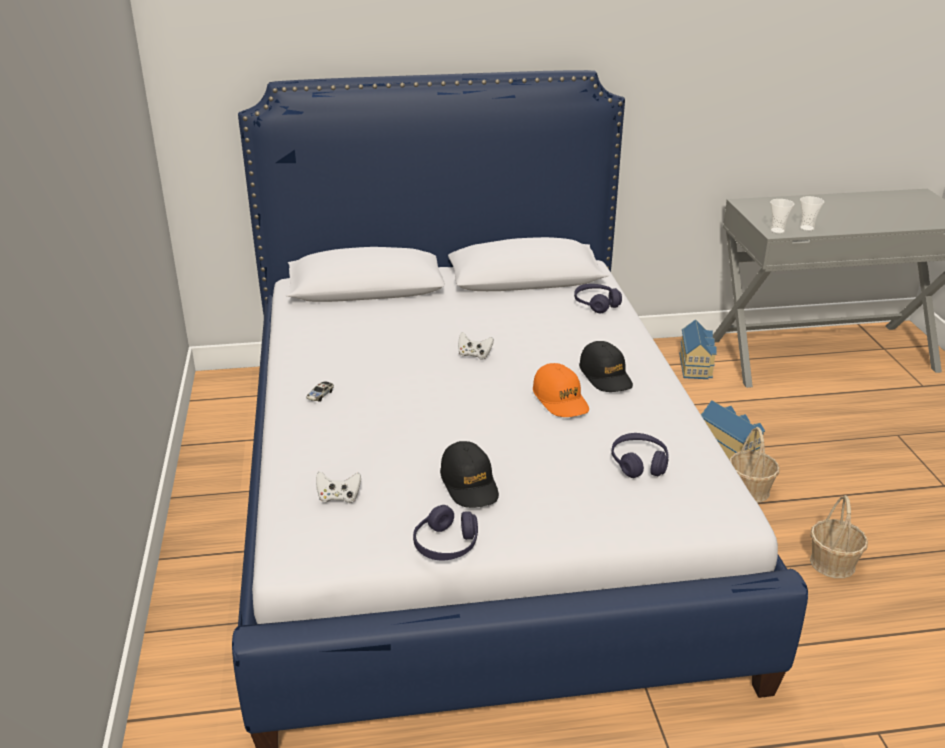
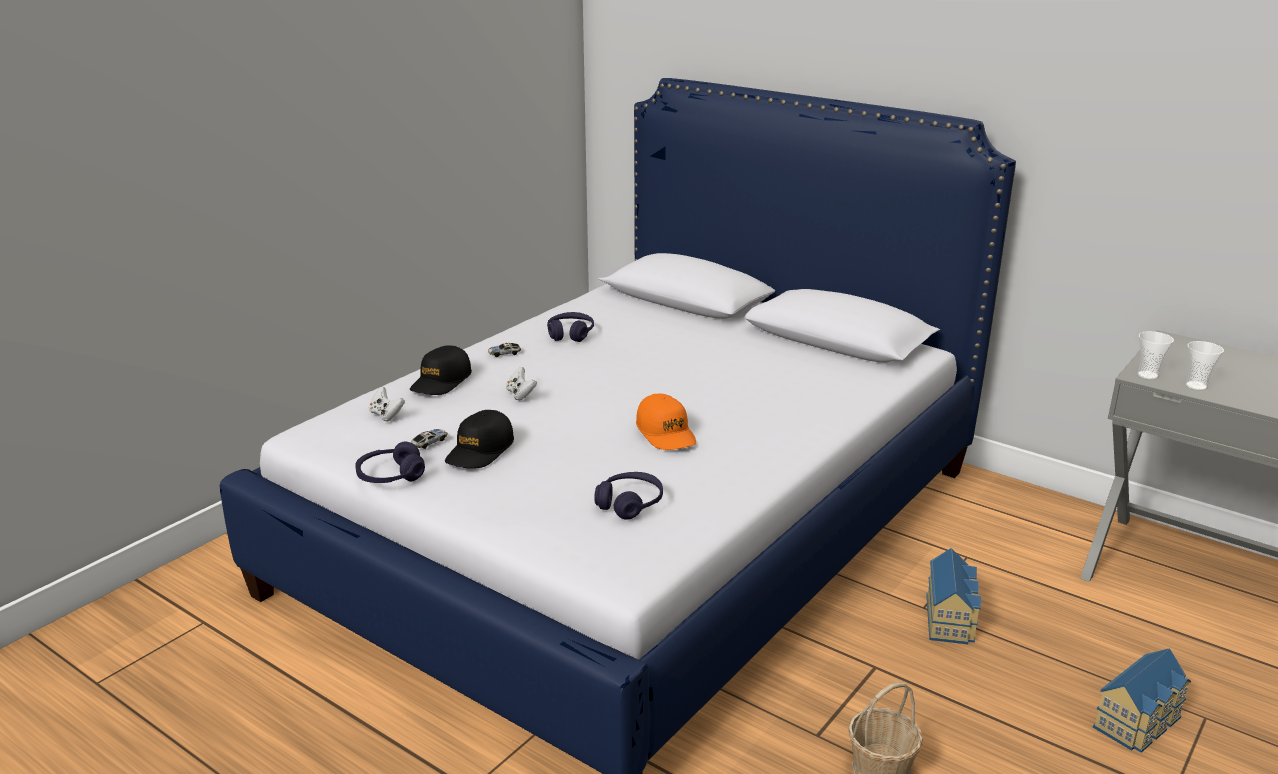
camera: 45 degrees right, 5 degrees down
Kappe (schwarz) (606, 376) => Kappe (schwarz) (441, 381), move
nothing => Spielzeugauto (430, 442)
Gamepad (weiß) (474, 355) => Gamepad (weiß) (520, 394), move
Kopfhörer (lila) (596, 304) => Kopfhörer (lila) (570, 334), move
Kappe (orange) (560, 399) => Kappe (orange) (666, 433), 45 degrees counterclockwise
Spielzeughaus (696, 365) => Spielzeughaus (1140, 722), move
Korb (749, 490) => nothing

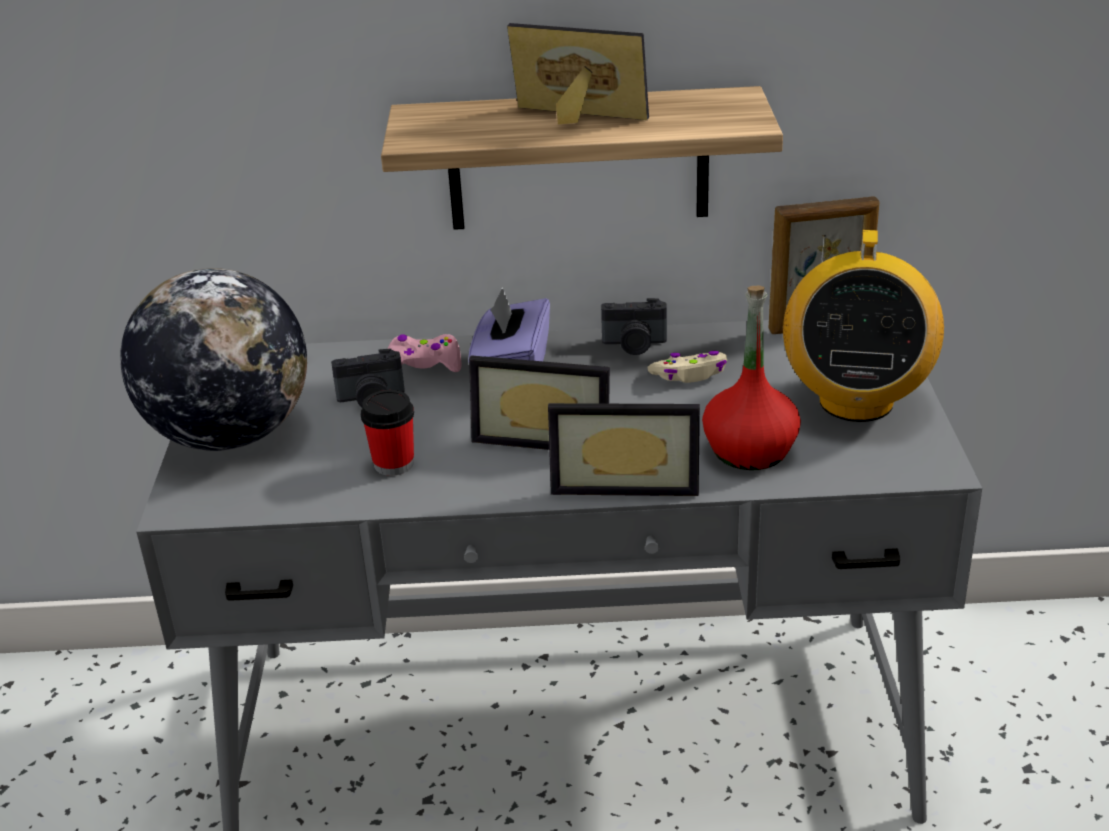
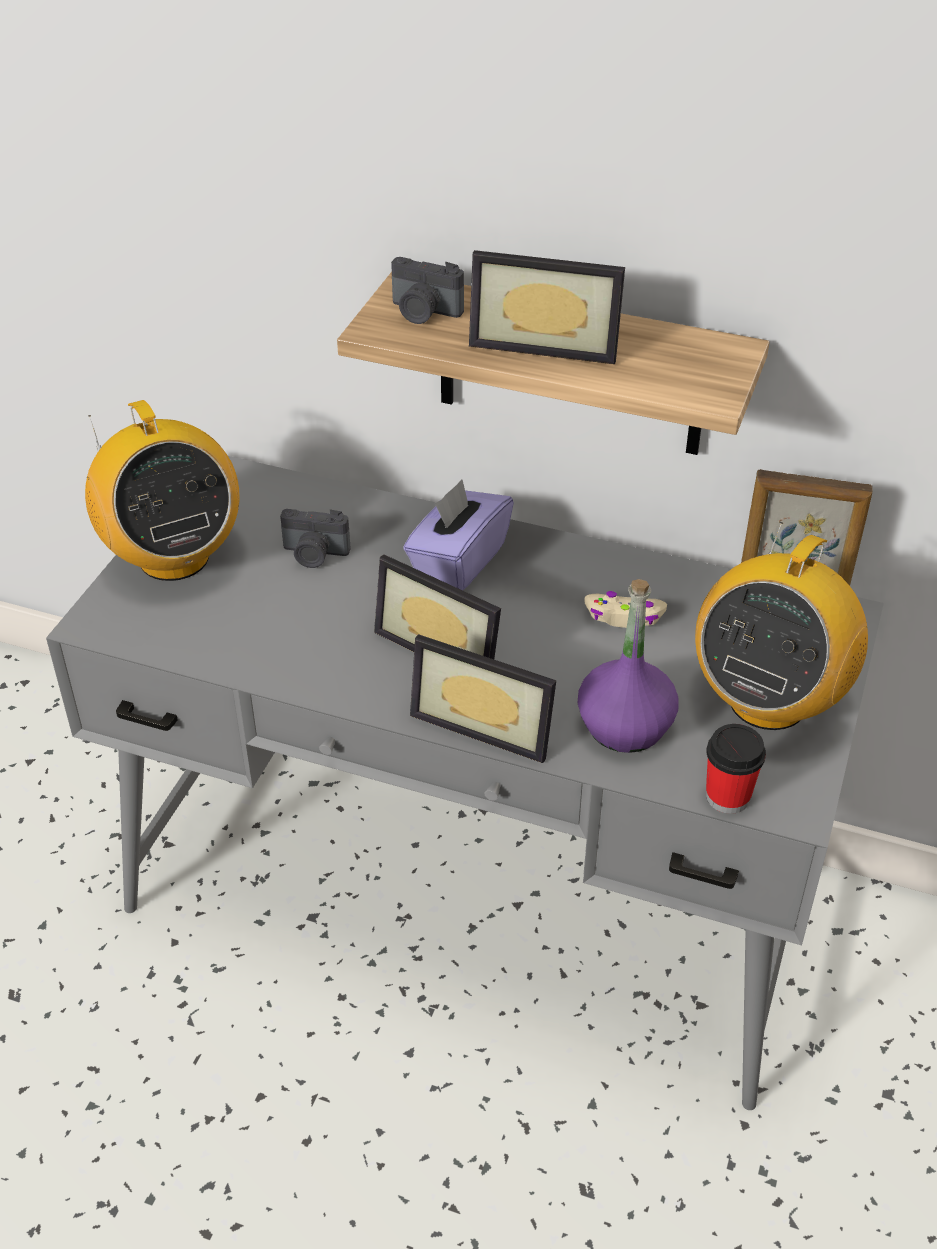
camera: 20 degrees right, 10 degrees up
Globus (230, 435) => Radio (173, 557)
Kamera (634, 345) => Kamera (423, 312), move
Bilderrahmen (574, 120) => Bilderrahmen (546, 342), 150 degrees clockwise
Flasche (rot) (749, 450) => Flasche (lila) (624, 726)
Tasse (393, 464) => Tasse (727, 796), move
Gamepad (rosa) (424, 364) => nothing

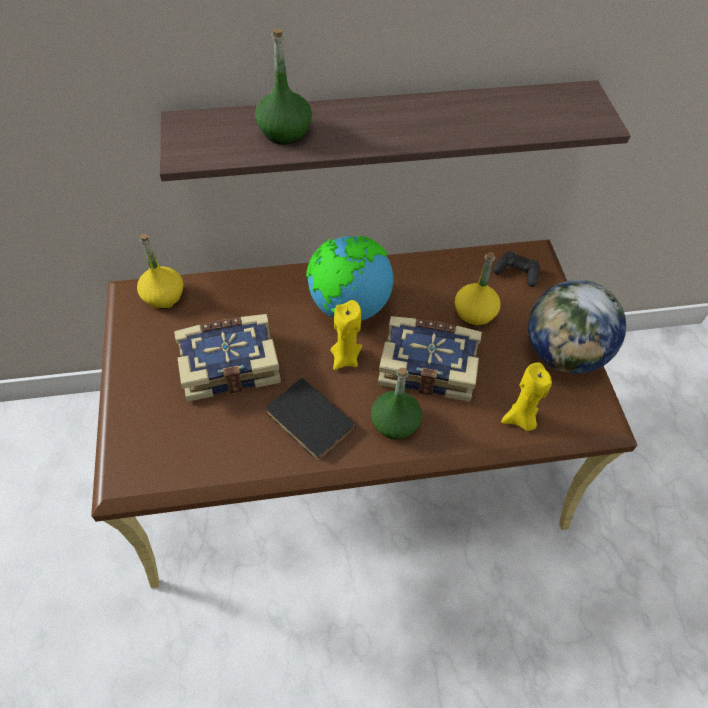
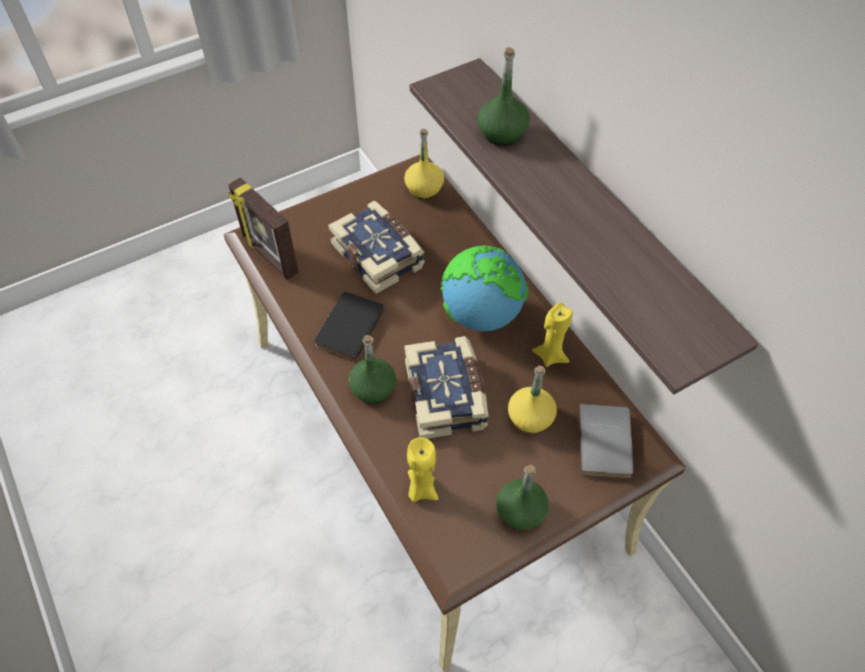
camera: 70 degrees right, 0 degrees up
nothing => Bilderrahmen (269, 256)
Globus (563, 354) => Flasche (grün) (520, 511)
Kerze (gelb) (345, 358) => Kerze (gelb) (550, 356), move
Gamepad (schwarz) (516, 273) => Buch (grau) (607, 442)

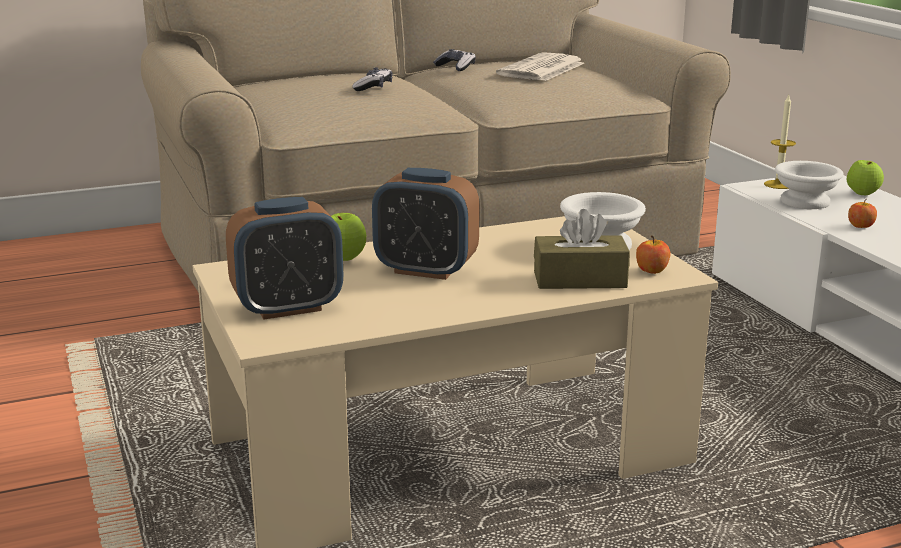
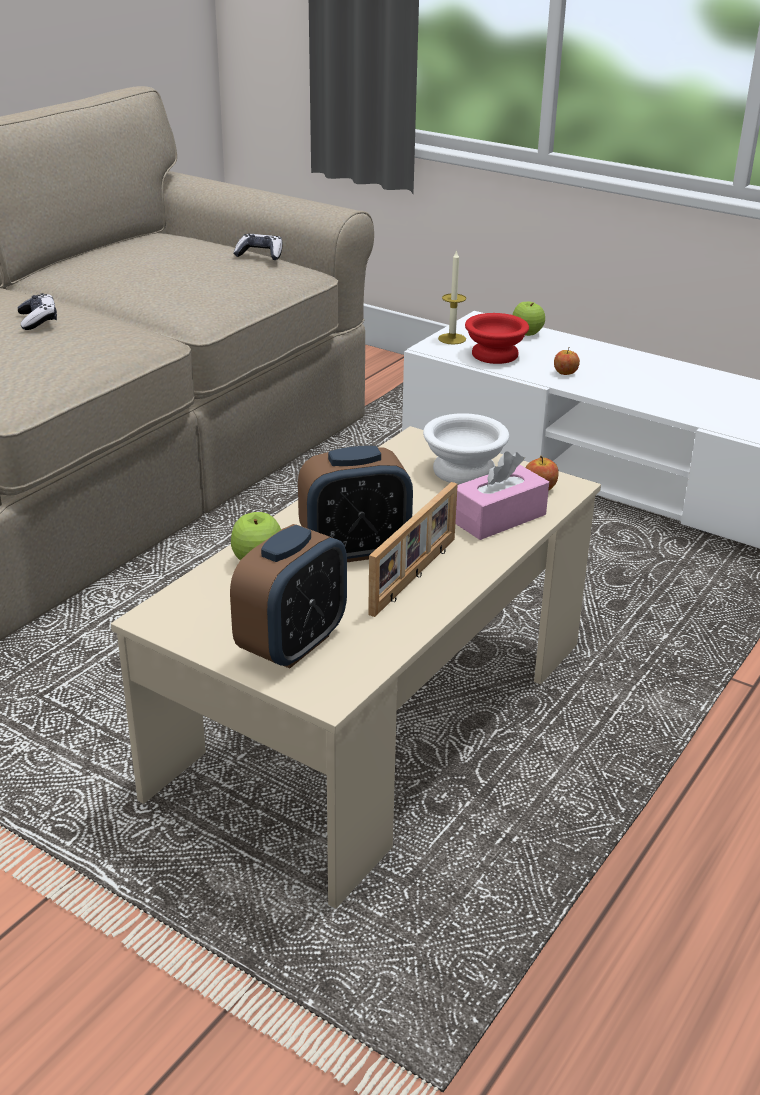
camera: 35 degrees left, 10 degrees up
Gamepad (455, 67) => Gamepad (260, 255), move
nothing => Bilderrahmen (416, 576)
Taschentuchbox (braun) (580, 279) => Taschentuchbox (rosa) (498, 517)
Schüssel (weiß) (804, 201) => Schüssel (rot) (493, 354)
Zeitung (541, 69) => nothing

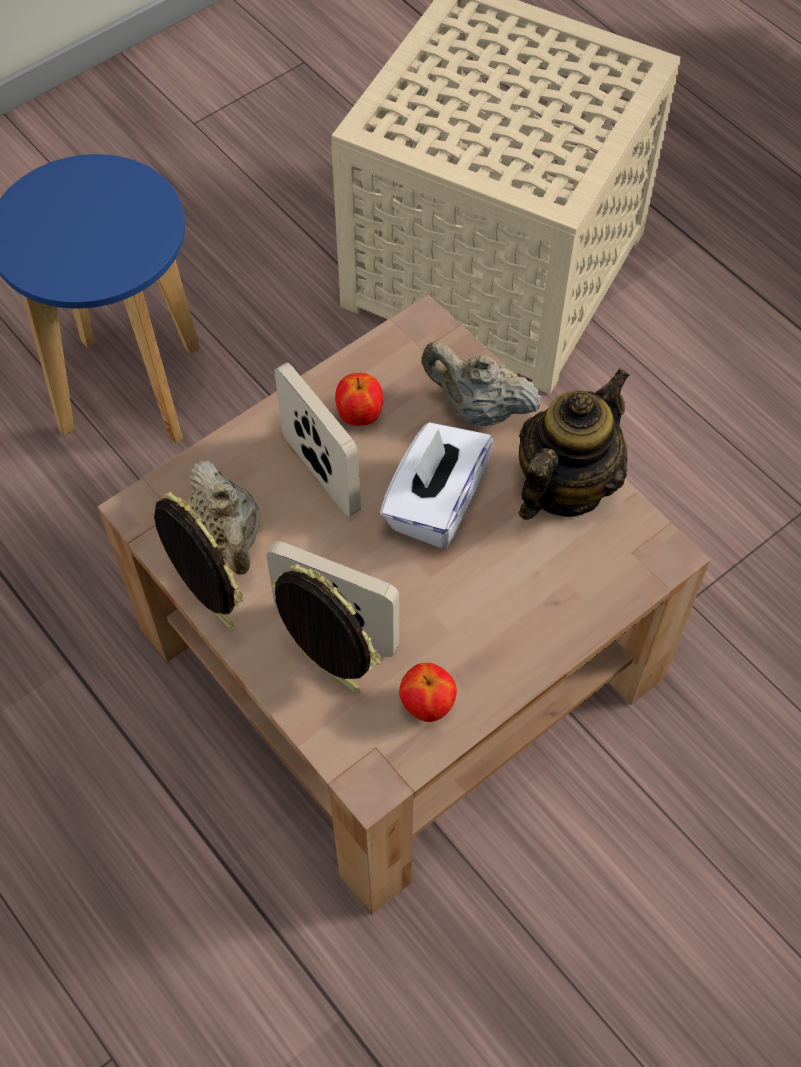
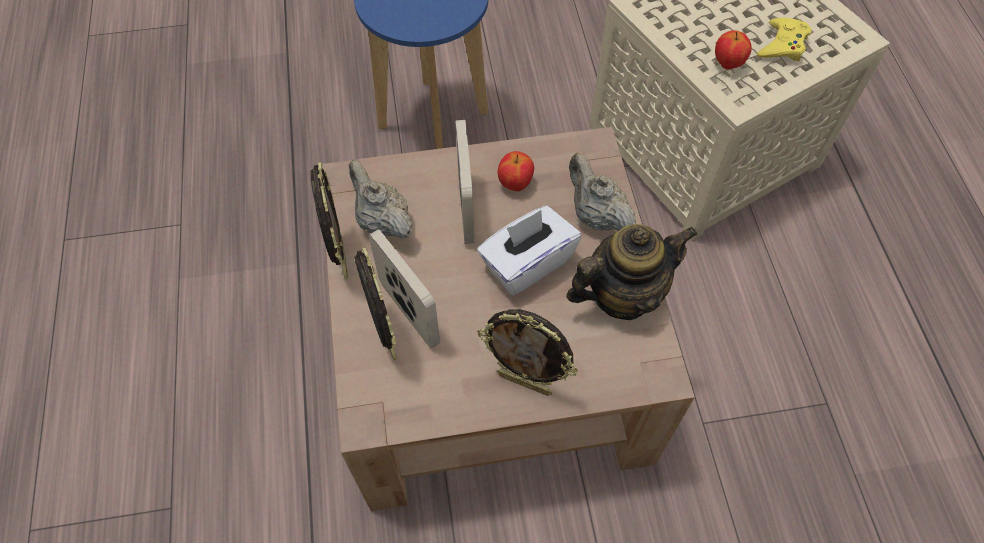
camera: 30 degrees right, 0 degrees up
Teekanne (beige) (228, 539) => Teekanne (beige) (382, 221), 135 degrees clockwise
nothing => Bilderrahmen (525, 382)
Apfel (427, 705) => Apfel (727, 64), move
nothing => Gamepad (gelb) (782, 45)

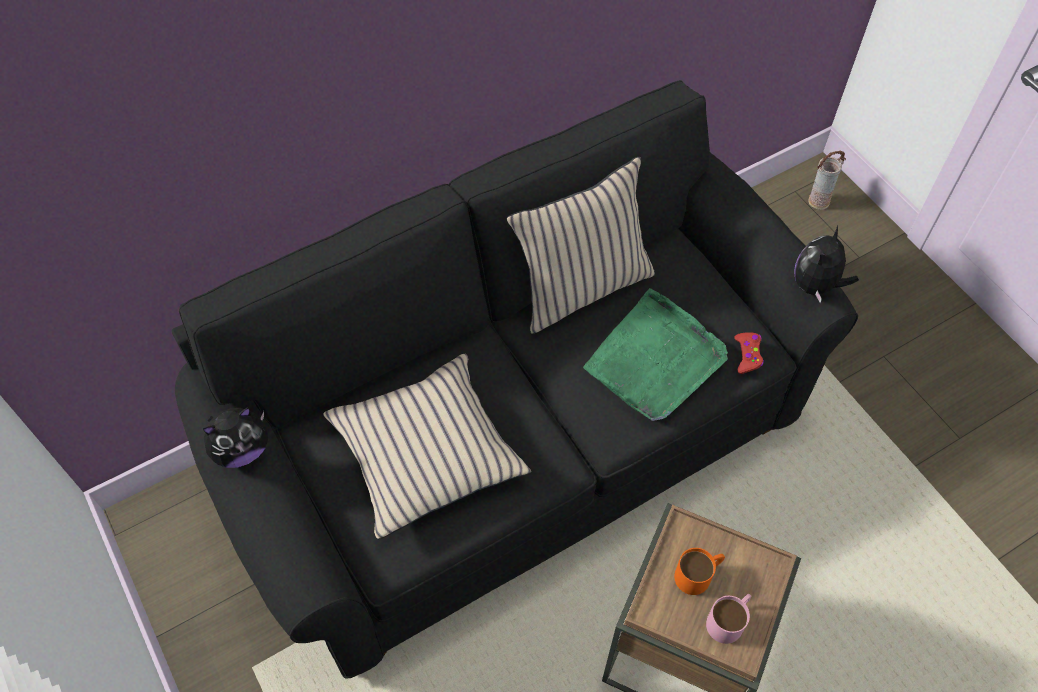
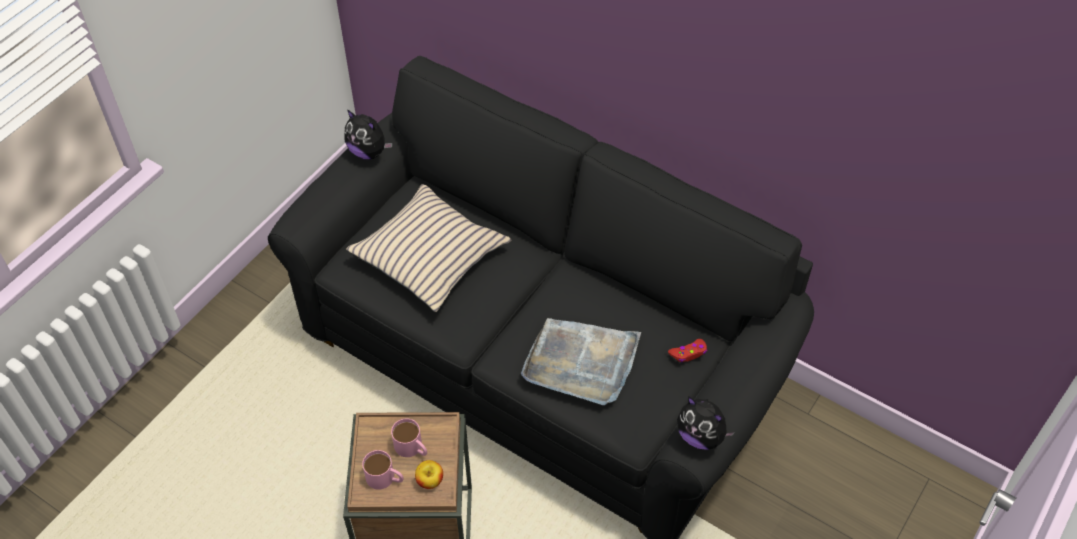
camera: 65 degrees right, 5 degrees down
Henkelbecher (orange) (699, 574) => Henkelbecher (rosa) (412, 448)
nothing => Apfel (430, 480)
Tablett (grün) (655, 360) => Tablett (grau) (581, 362)
Gamepad (rot) (748, 355) => Gamepad (rot) (688, 353), move
Plüschtier (816, 285) => Plüschtier (701, 436), 150 degrees counterclockwise
Kissen (beige) (581, 287) => nothing
Vase (818, 201) => nothing

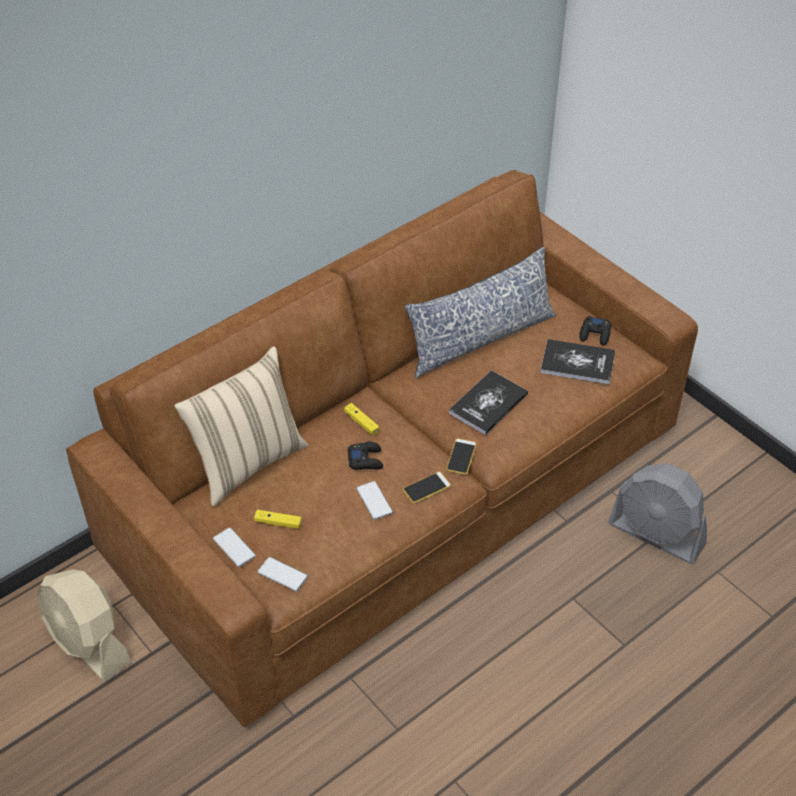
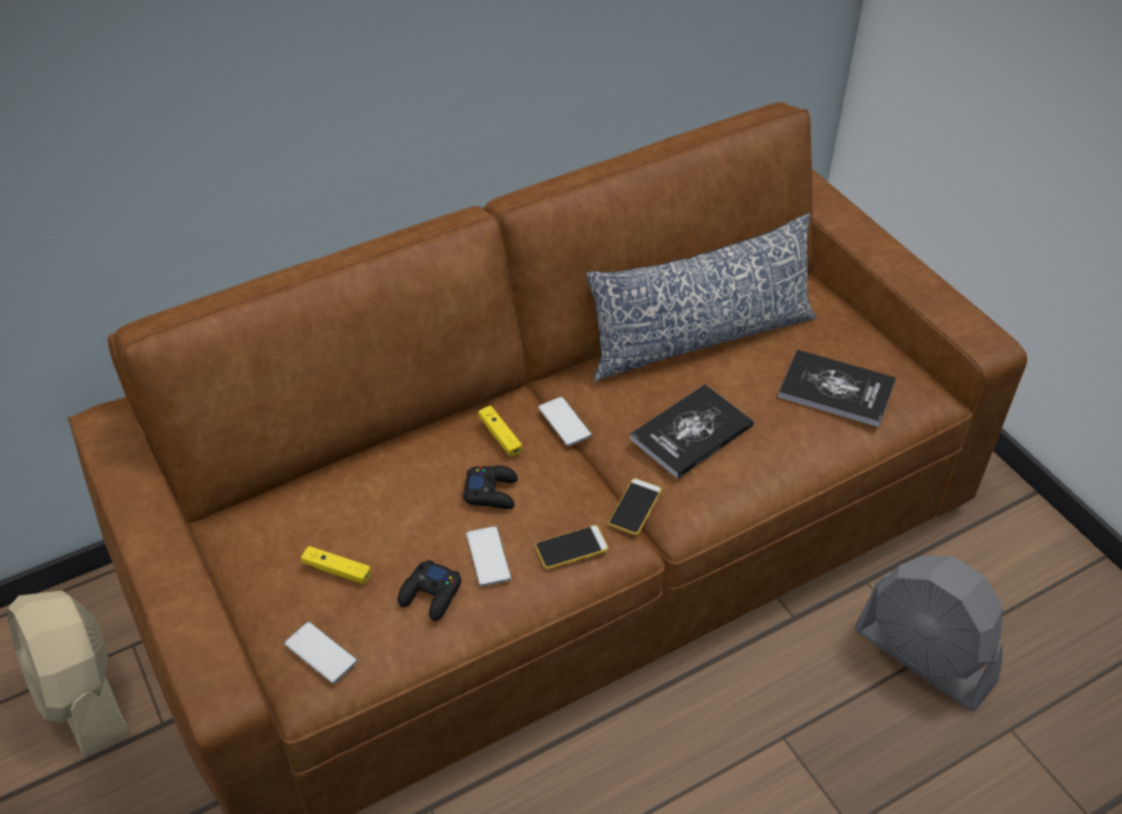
camera: 10 degrees right, 0 degrees up
Gamepad (schwarz) (595, 334) => Gamepad (schwarz) (431, 595), move
Handy (234, 547) => Handy (564, 421), move
Kissen (beige) (247, 463) => nothing

